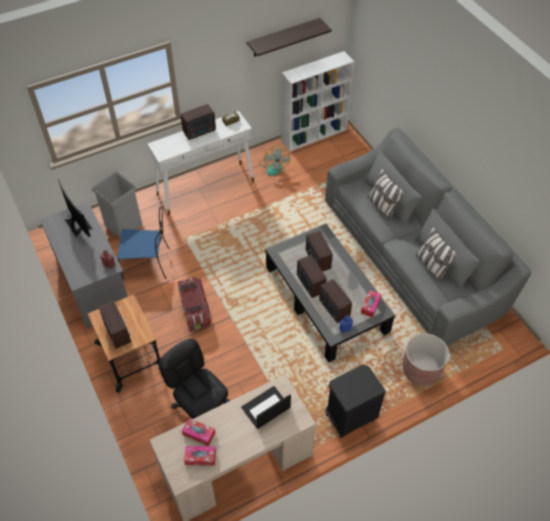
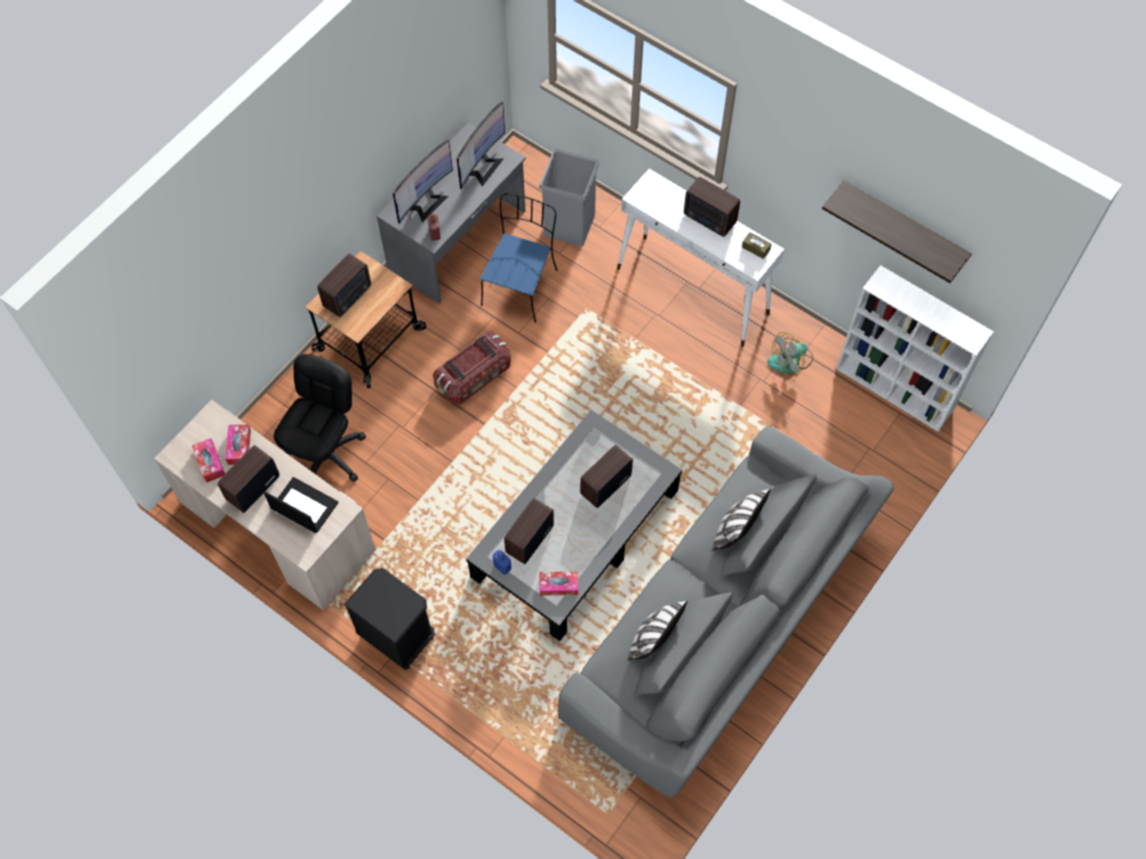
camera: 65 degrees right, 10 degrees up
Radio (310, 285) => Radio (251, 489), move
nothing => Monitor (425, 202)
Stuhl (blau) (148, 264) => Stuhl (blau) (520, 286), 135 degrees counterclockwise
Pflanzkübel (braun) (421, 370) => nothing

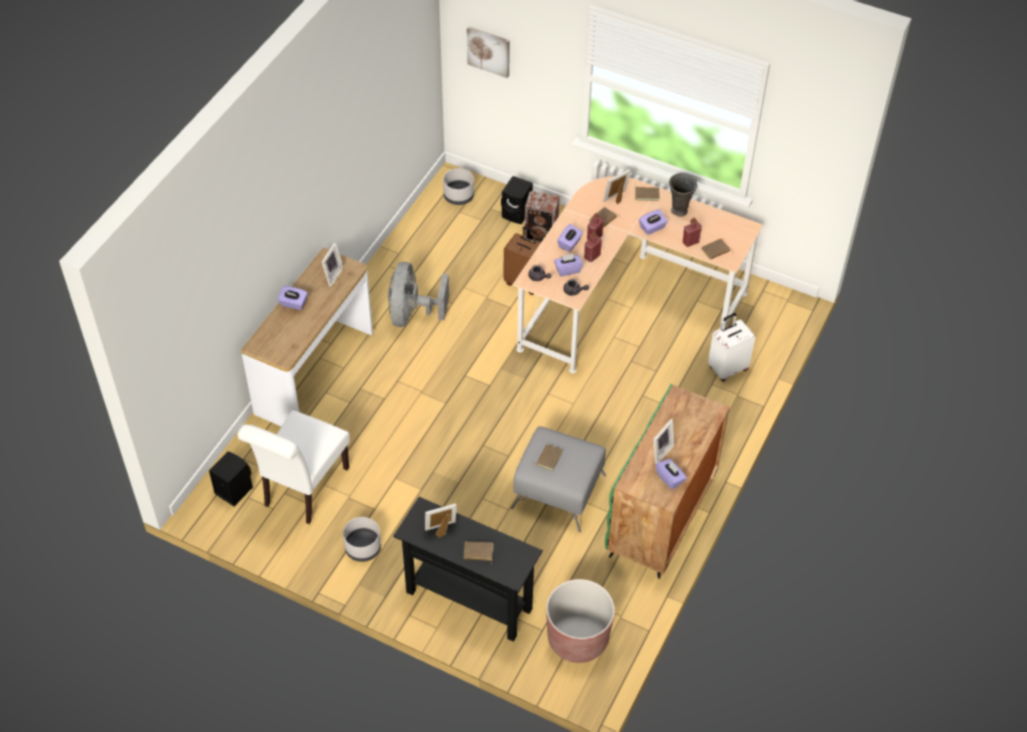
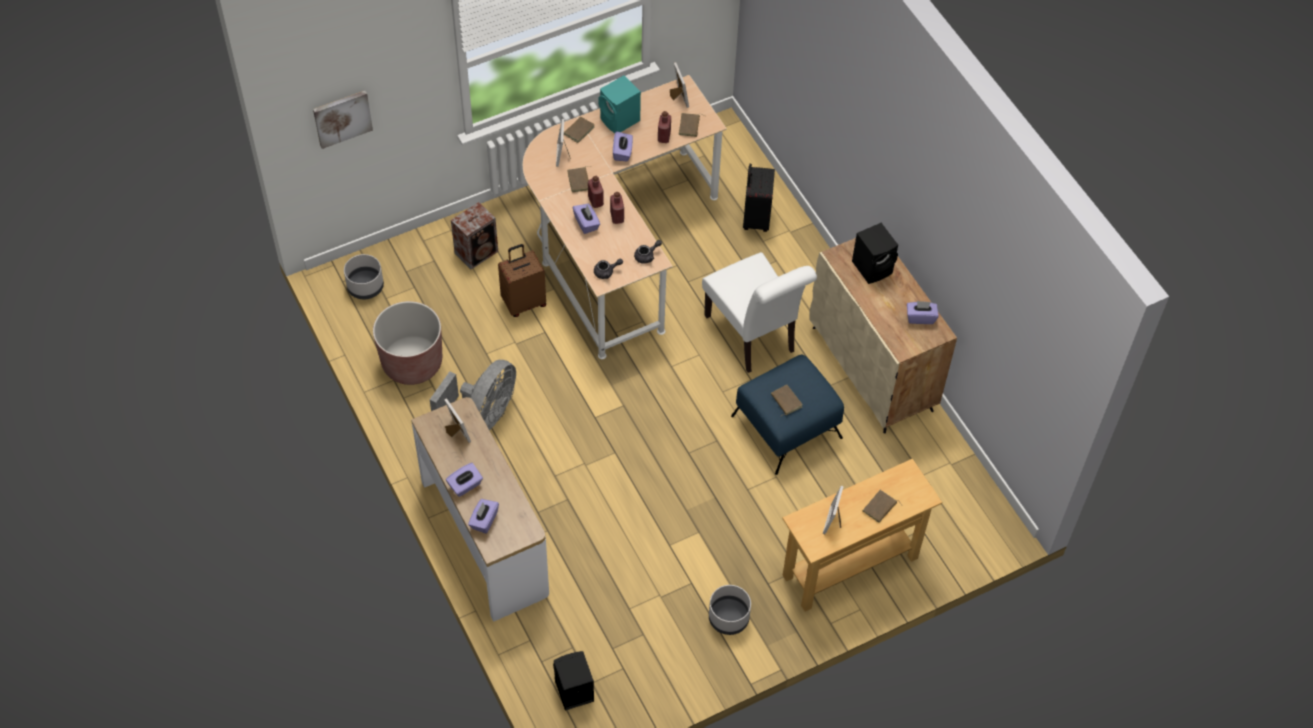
camera: 55 degrees left, 5 degrees up
Pflanzkübel (braun) (577, 638) => Pflanzkübel (braun) (412, 362), move
Ventilator (grau) (412, 314) => Ventilator (grau) (483, 415), 105 degrees counterclockwise
Taschentuchbox (lila) (567, 270) => Taschentuchbox (lila) (484, 521), move
Vase (grau) (679, 211) => Lautsprecher (türkis) (620, 121)
Bilderrahmen (659, 451) => Bilderrahmen (678, 98), move
Stuhl (weiß) (303, 490) => Stuhl (weiß) (753, 337), move
Polsterhocker (grau) (559, 492) => Polsterhocker (blau) (787, 426)
Koffer (weiß) (727, 368) => Koffer (schwarz) (755, 219)
Konsolentisch (schwarz) (469, 600) => Konsolentisch (beige) (850, 567)
Schrank (grün) (661, 517) => Schrank (beige) (873, 369)
Lautsprecher (schwarz) (517, 213) => Lautsprecher (schwarz) (873, 267), move

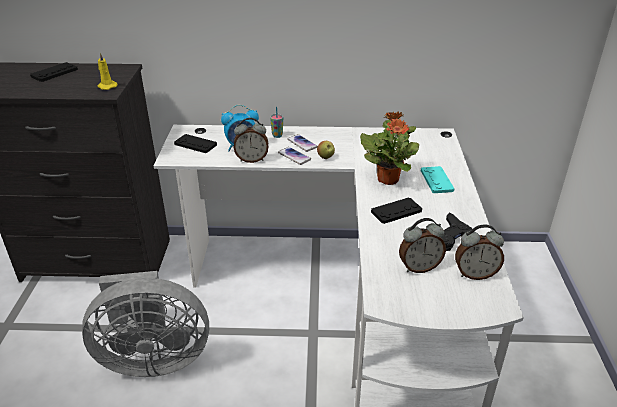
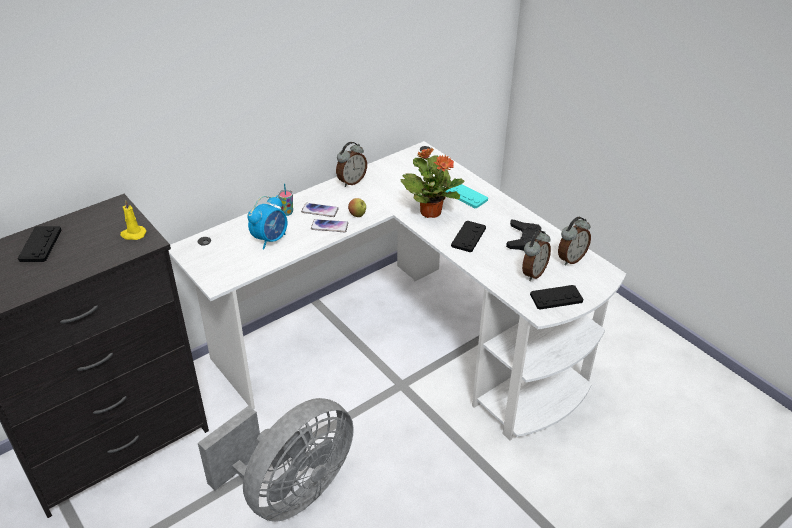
camera: 40 degrees left, 5 degrees up
Wecker (252, 159) => Wecker (351, 181), move
Gamepad (schwarz) (195, 144) => Gamepad (schwarz) (556, 298), move

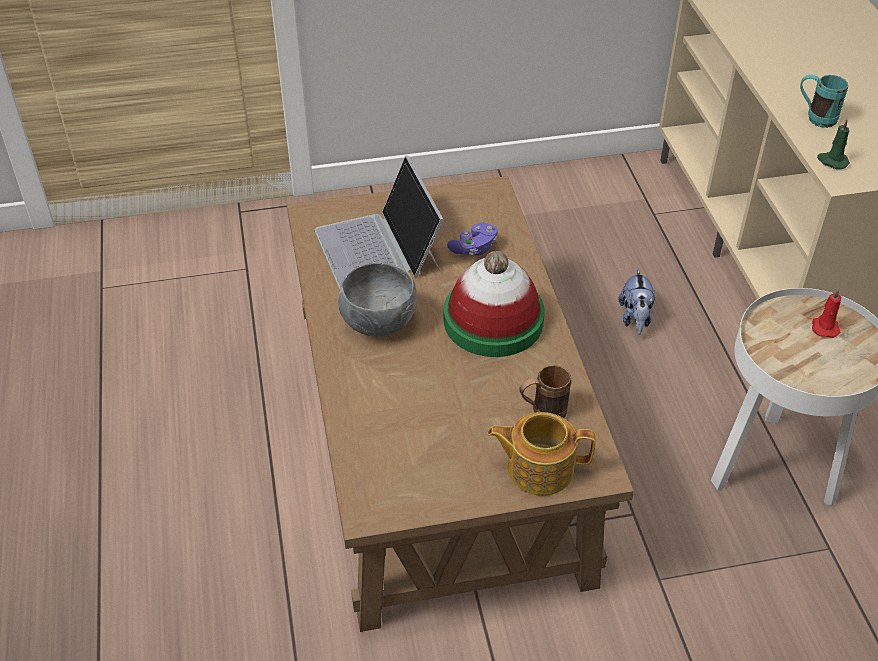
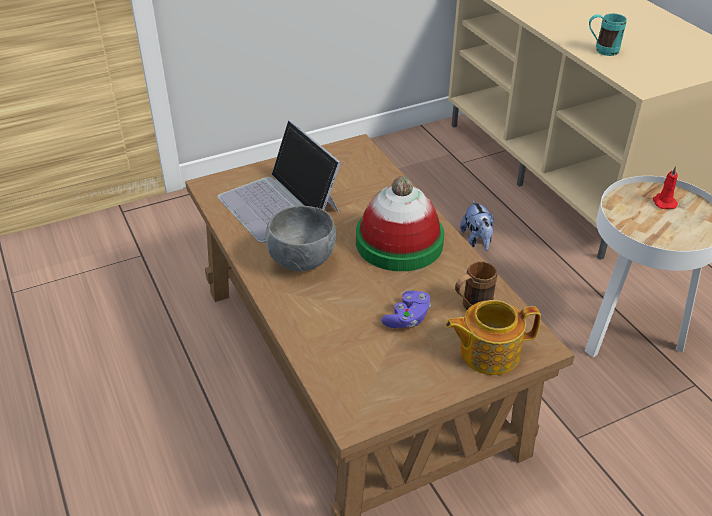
camera: 15 degrees left, 5 degrees down
Gamepad (lila) (474, 248) => Gamepad (lila) (407, 318), move
Kerze (grün) (832, 161) => nothing

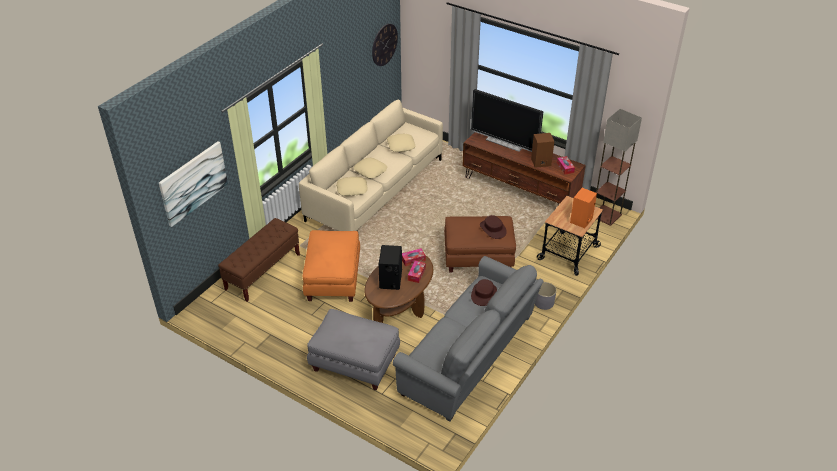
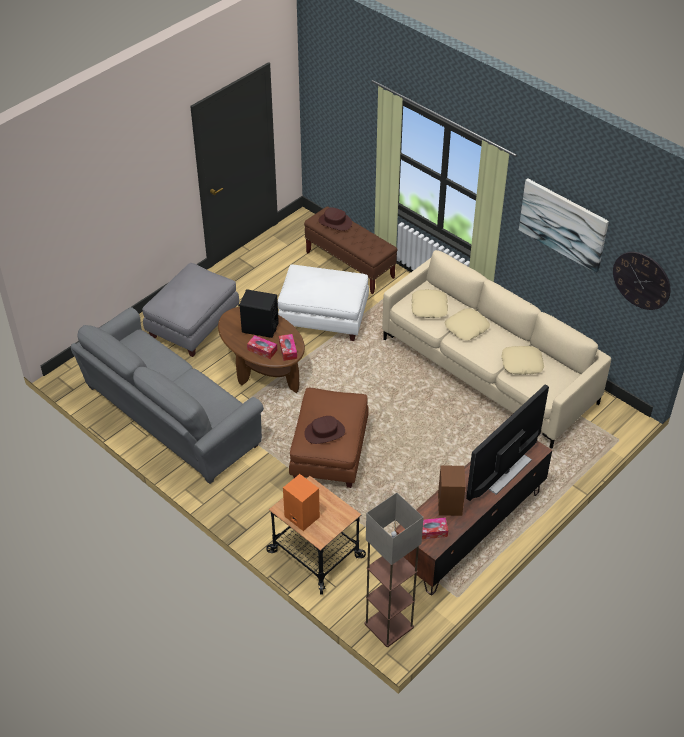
camera: 100 degrees right, 5 degrees up
Polsterhocker (orange) (333, 279) => Polsterhocker (weiß) (324, 318)
Hut (braun) (484, 294) => Hut (braun) (335, 222), move
Bild (193, 183) => Bild (563, 224), move
Pflanzkübel (grau) (544, 302) => nothing

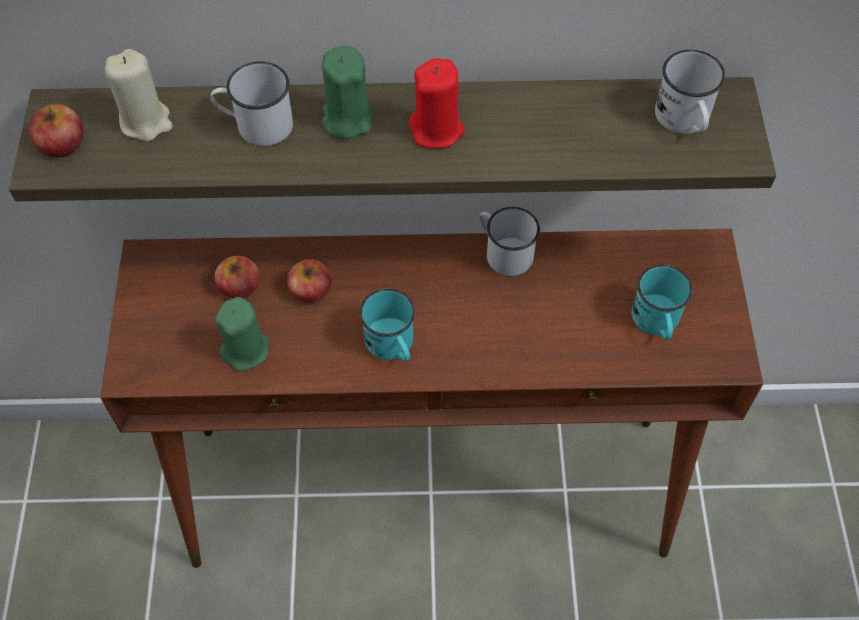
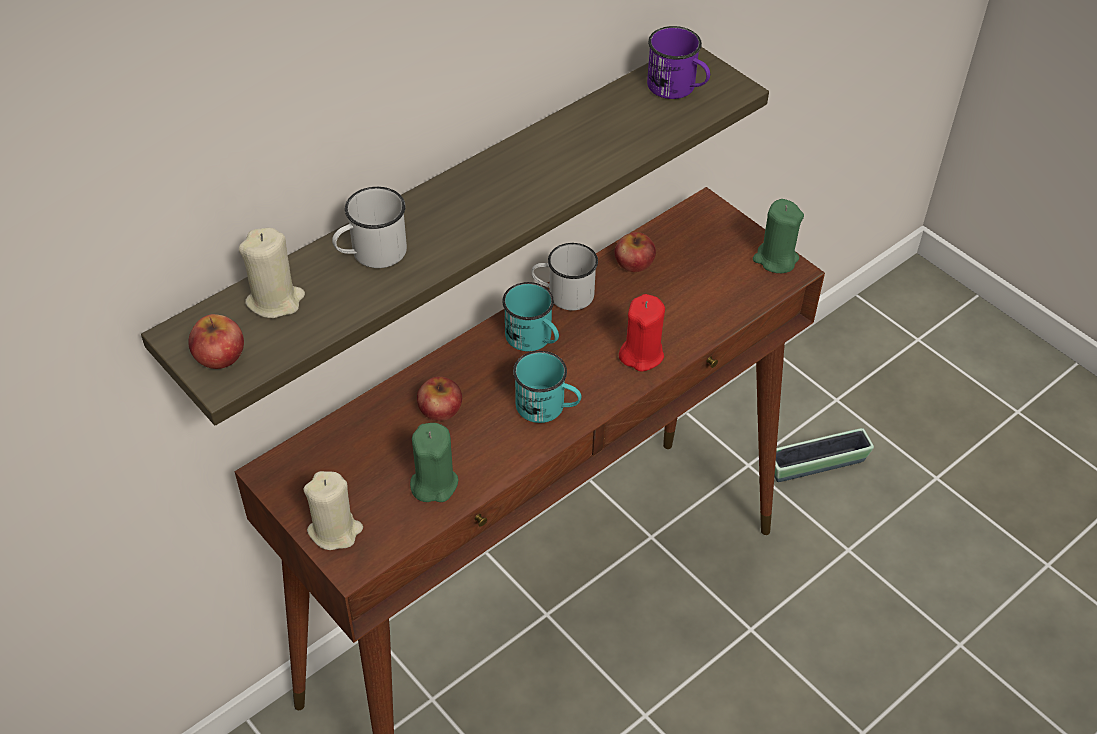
camera: 40 degrees left, 10 degrees down
nothing => Kerze (beige) (335, 530)
Henkelbecher (türkis) (656, 322) => Henkelbecher (türkis) (533, 339), move
Apfel (239, 285) => Apfel (634, 262), move
Kerze (rot) (437, 130) => Kerze (rot) (641, 354), move
Henkelbecher (weiß) (684, 121) => Henkelbecher (lila) (677, 88)
Kerze (grün) (347, 119) => Kerze (grün) (775, 259), move
nothing => Pflanzkübel (817, 465)

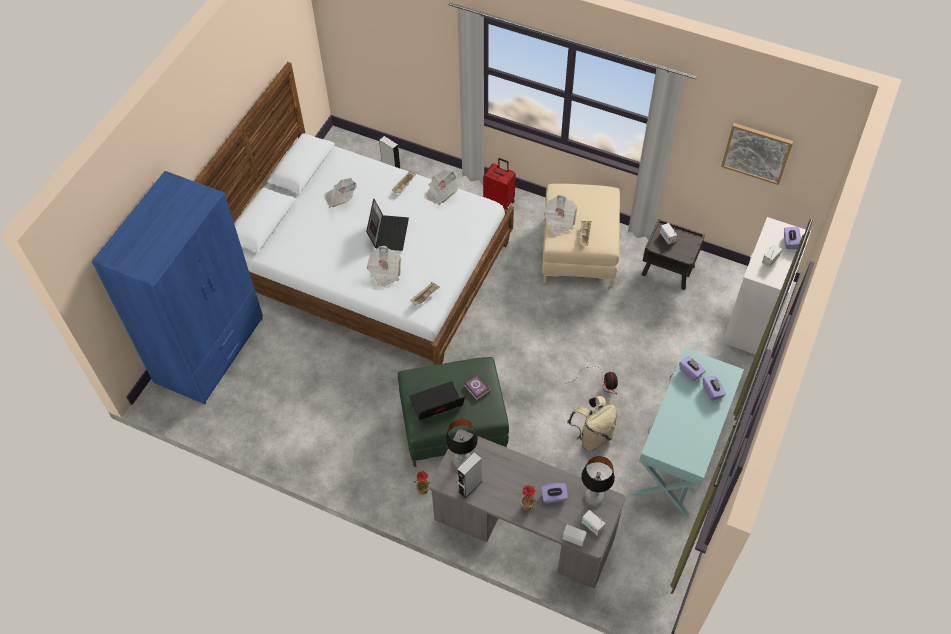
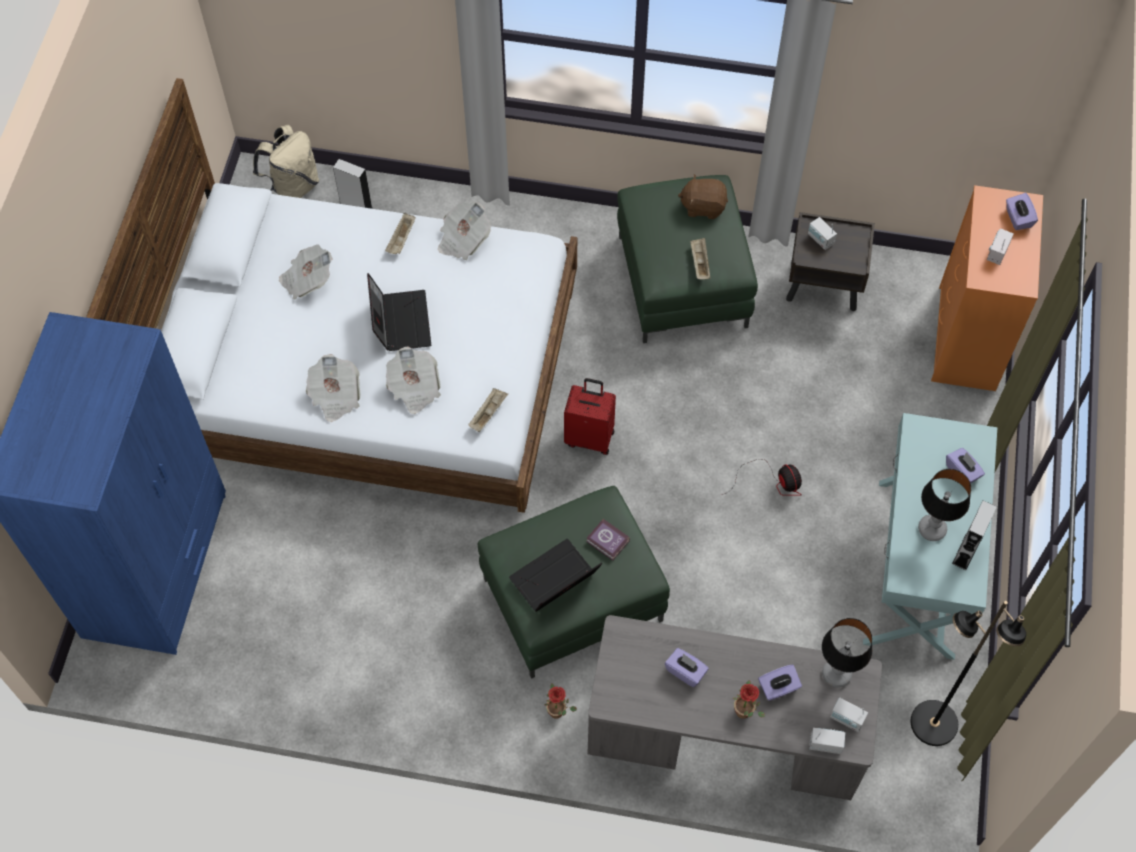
camera: 15 degrees left, 5 degrees up
Rucksack (beige) (592, 436) => Rucksack (beige) (293, 187), move
Zeitung (559, 221) => Zeitung (335, 396), move
Koffer (rot) (499, 201) => Koffer (rot) (590, 437), move
Polsterhocker (beige) (579, 250) => Polsterhocker (grün) (682, 281)
Taschentuchbox (lila) (690, 372) => Taschentuchbox (lila) (685, 671), move
nothing => Plüschtier (braun) (703, 206)
nothing => Stehlampe (schwarz) (933, 724)
Tischlampe (461, 461) => Tischlampe (931, 529), move
Kommode (weiß) (753, 321) => Kommode (orange) (967, 339)
Lautsprecher (grau) (470, 486) => Lautsprecher (grau) (966, 551), move
Bild (756, 152) => nothing

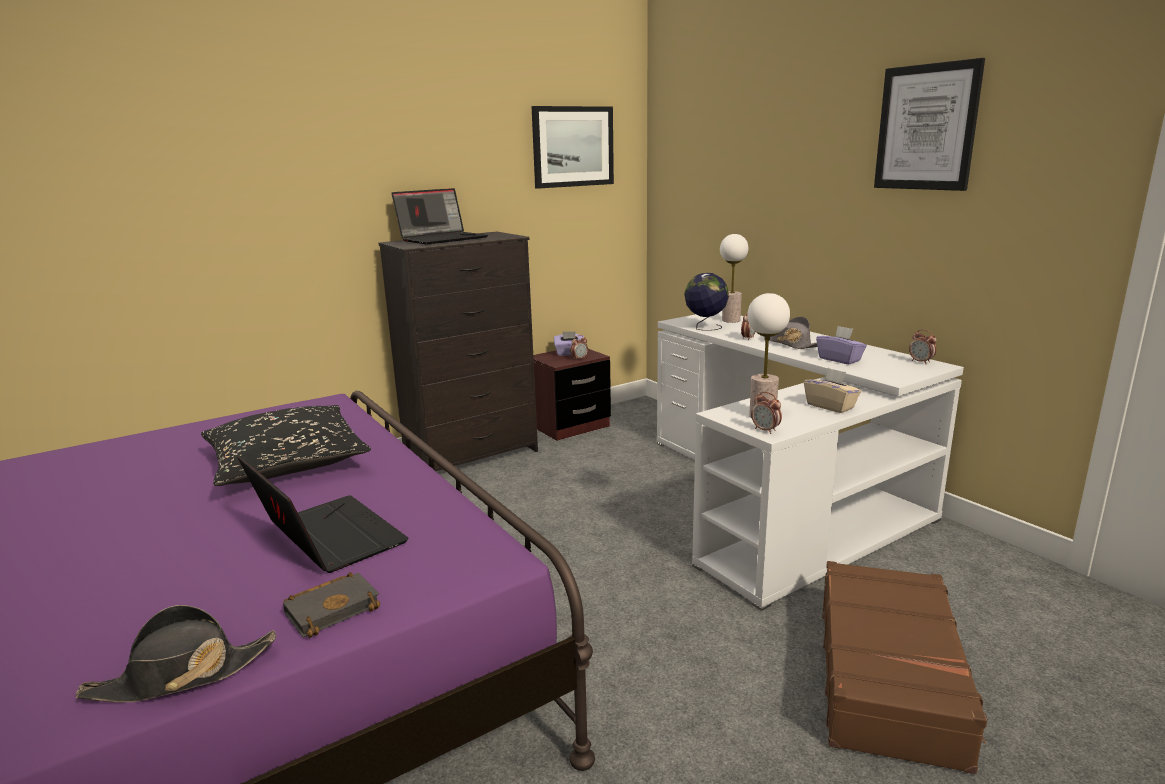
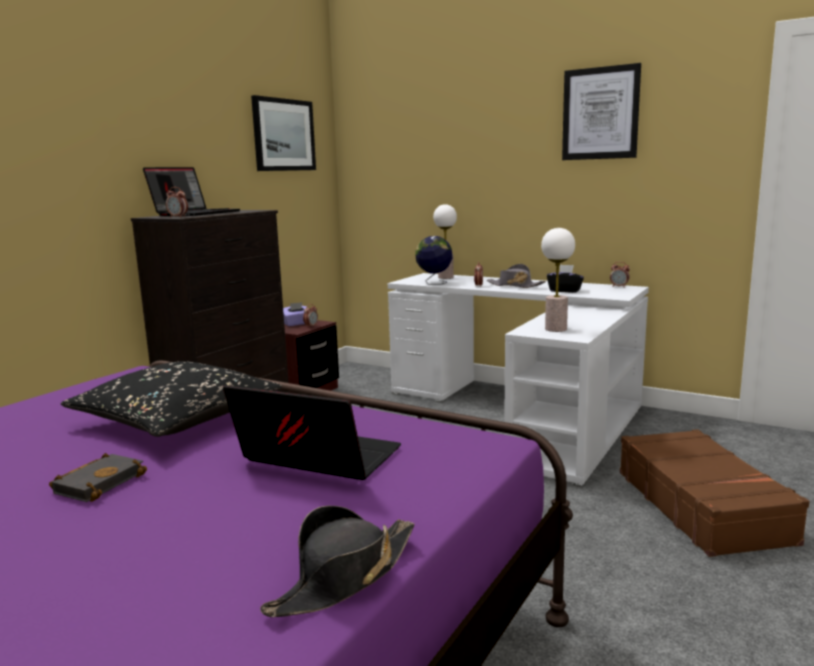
camera: 25 degrees left, 5 degrees down
Buch (schwarz) (334, 608) => Buch (schwarz) (99, 482), move
Wecker (765, 430) => Wecker (178, 217), move
Taschentuchbox (lila) (839, 359) => Taschentuchbox (schwarz) (565, 290)
Taschentuchbox (beige) (830, 406) => nothing

